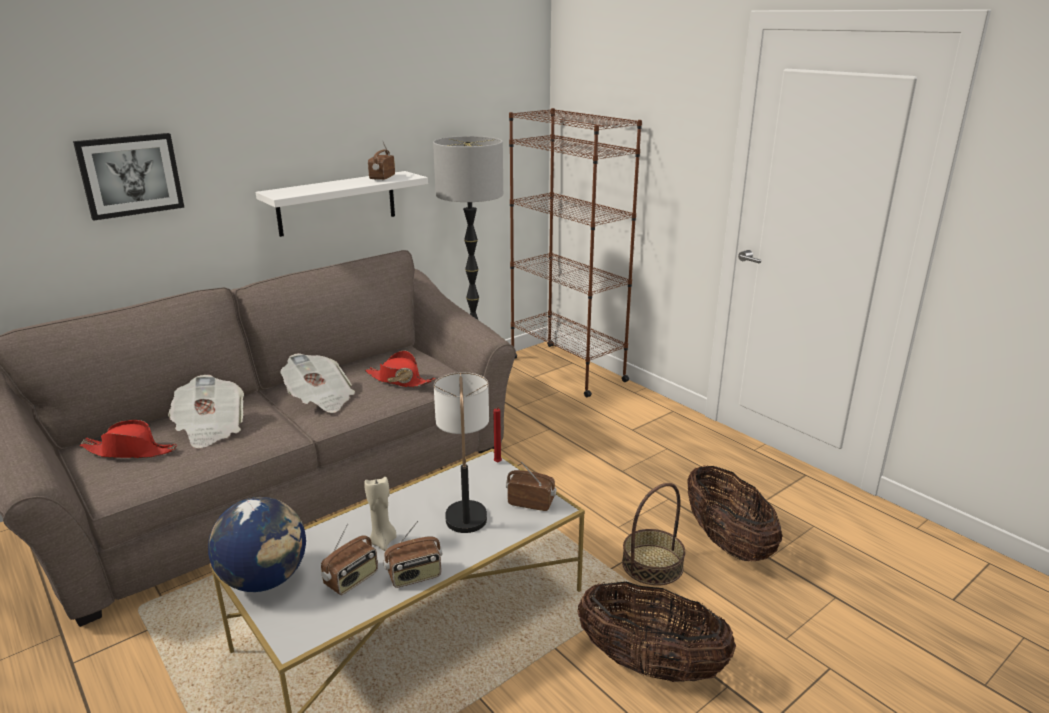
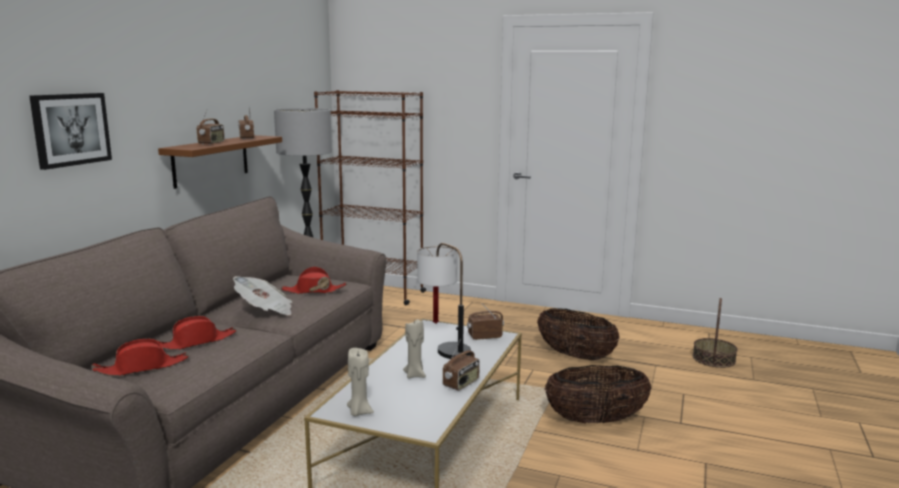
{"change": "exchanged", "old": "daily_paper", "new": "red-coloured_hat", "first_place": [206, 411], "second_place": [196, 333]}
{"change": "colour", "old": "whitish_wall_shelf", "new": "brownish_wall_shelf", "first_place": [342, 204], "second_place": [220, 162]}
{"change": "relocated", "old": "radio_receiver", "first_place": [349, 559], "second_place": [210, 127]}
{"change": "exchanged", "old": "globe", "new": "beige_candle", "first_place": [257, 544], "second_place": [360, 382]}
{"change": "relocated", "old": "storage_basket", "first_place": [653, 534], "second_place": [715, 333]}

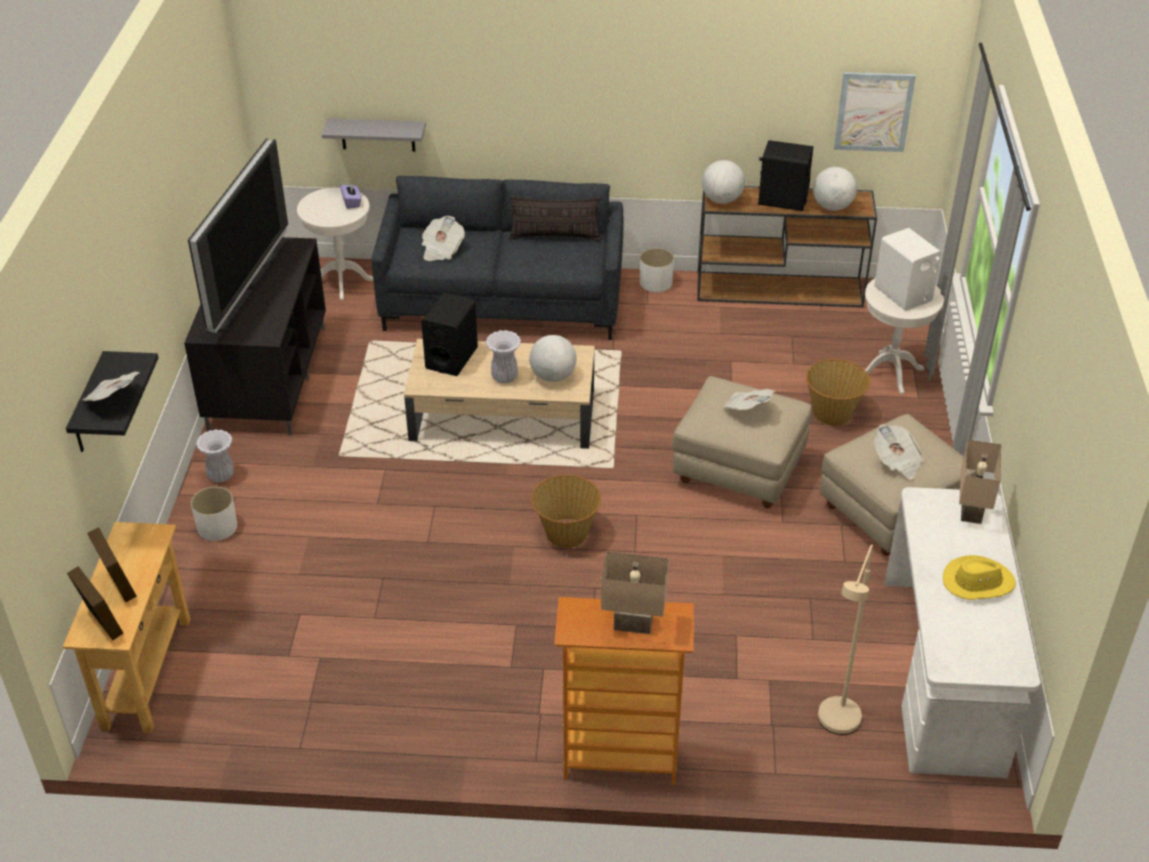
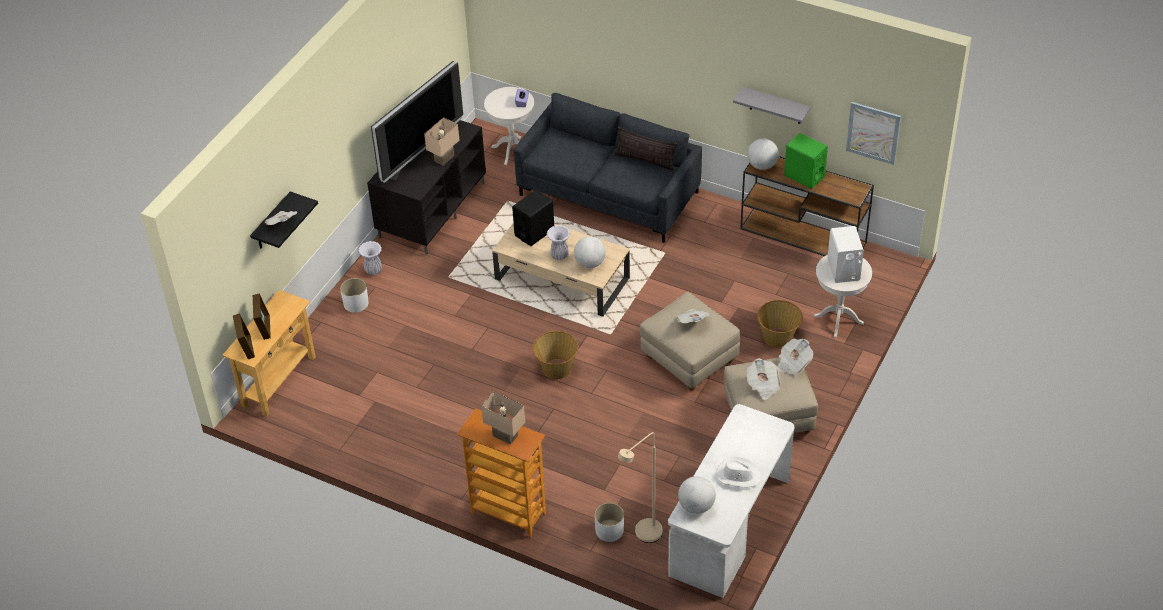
{"change": "relocated", "old": "beige_table_lamp", "first_place": [980, 482], "second_place": [441, 141]}
{"change": "relocated", "old": "whitish_flower_pot", "first_place": [657, 270], "second_place": [609, 522]}
{"change": "relocated", "old": "globe", "first_place": [835, 189], "second_place": [697, 495]}
{"change": "colour", "old": "yellow_hat", "new": "whitish_hat", "first_place": [979, 577], "second_place": [739, 472]}
{"change": "relocated", "old": "gray_wall_shelf", "first_place": [374, 135], "second_place": [772, 105]}
{"change": "relocated", "old": "daily_paper", "first_place": [443, 238], "second_place": [795, 357]}
{"change": "colour", "old": "blackish_speaker", "new": "green_speaker", "first_place": [785, 175], "second_place": [806, 161]}

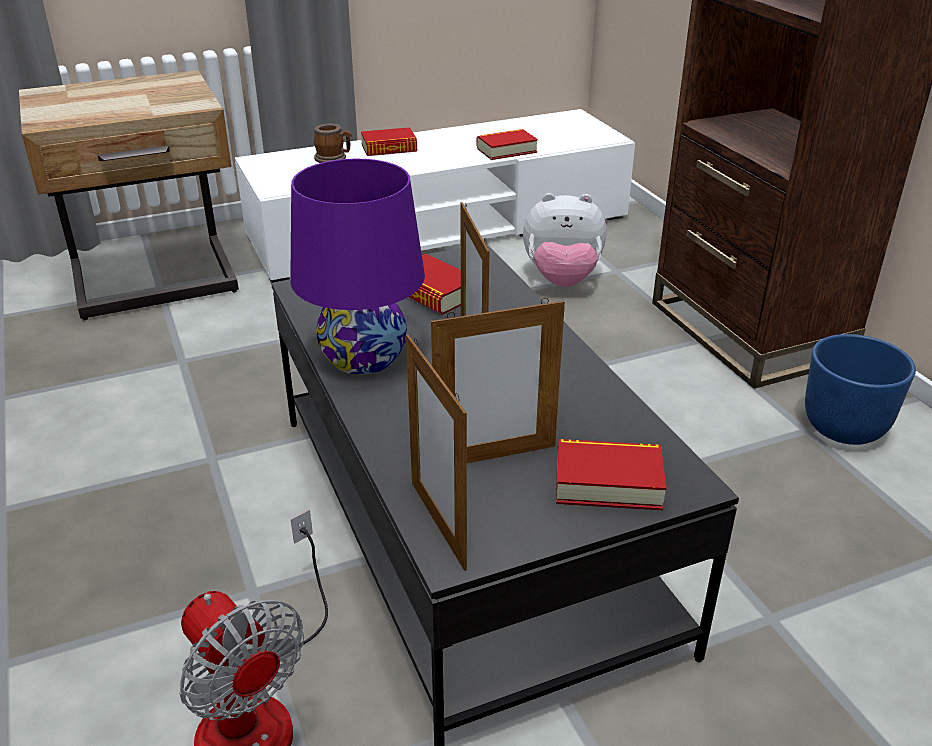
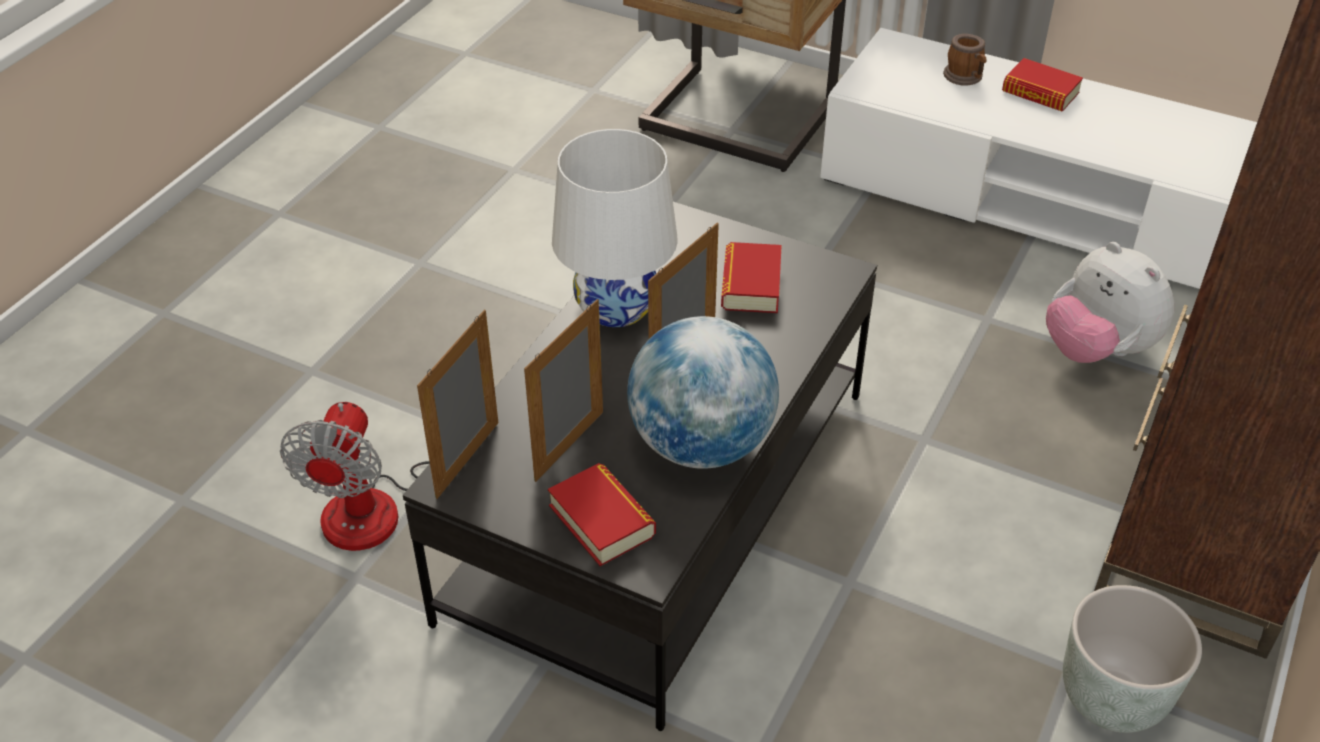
{"change": "spun", "old": "standing_frame", "first_place": [498, 380], "second_place": [563, 390], "degrees": 90}
{"change": "colour", "old": "purple-coloured_table_lamp", "new": "whitish_table_lamp", "first_place": [357, 267], "second_place": [615, 228]}
{"change": "appeared", "new": "globe", "second_place": [703, 392]}
{"change": "colour", "old": "blue_flower_pot", "new": "gray_flower_pot", "first_place": [860, 389], "second_place": [1132, 659]}
{"change": "missing", "old": "bound_book", "first_place": [507, 144]}

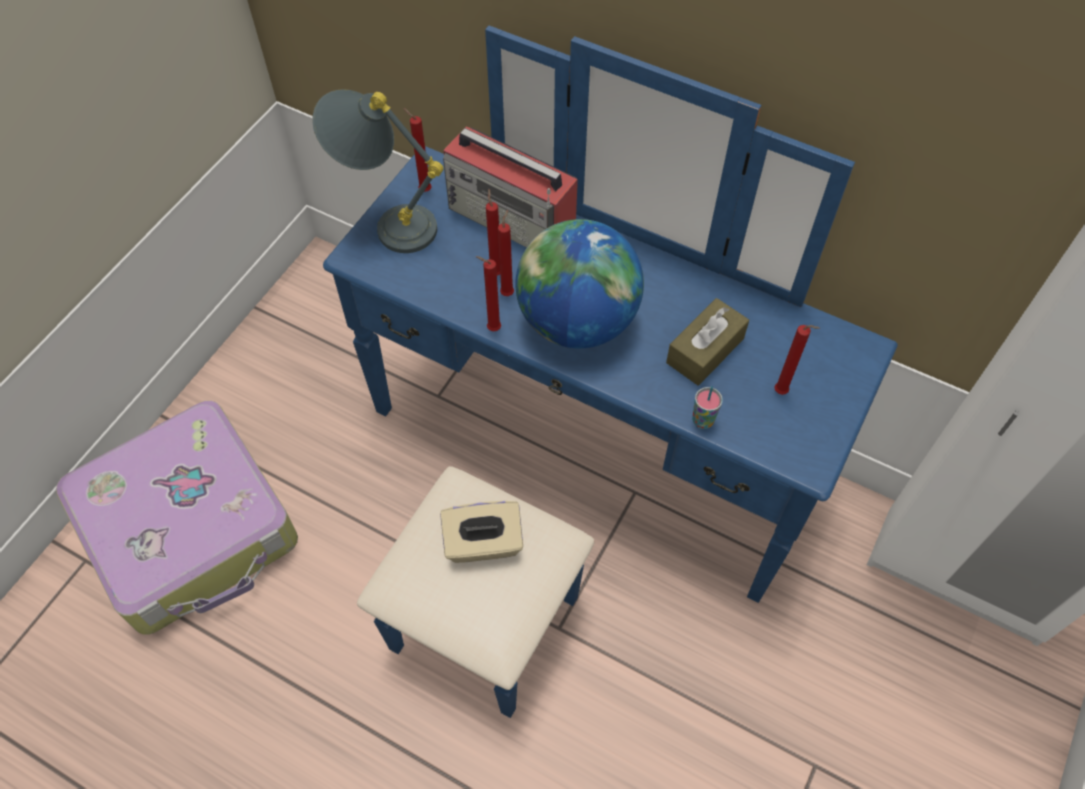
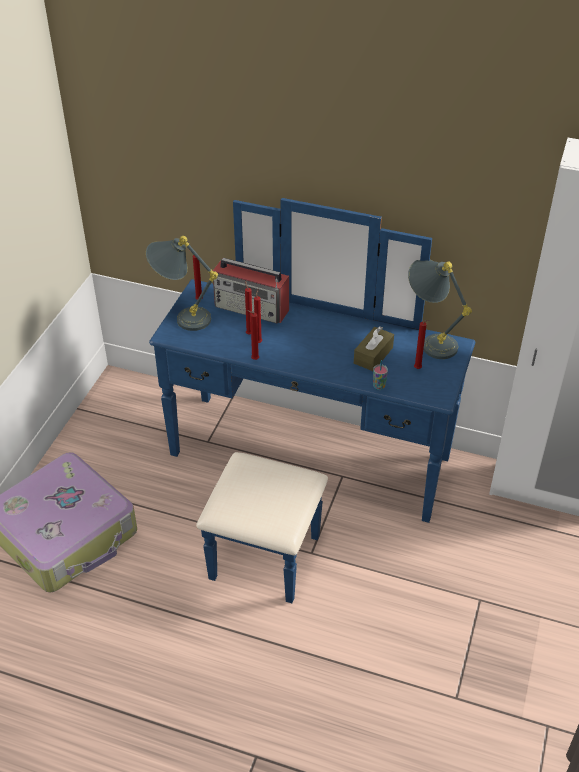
{"change": "appeared", "new": "gray_table_lamp", "second_place": [440, 309]}
{"change": "missing", "old": "beige_box_of_tissues", "first_place": [481, 532]}
{"change": "missing", "old": "globe", "first_place": [579, 284]}

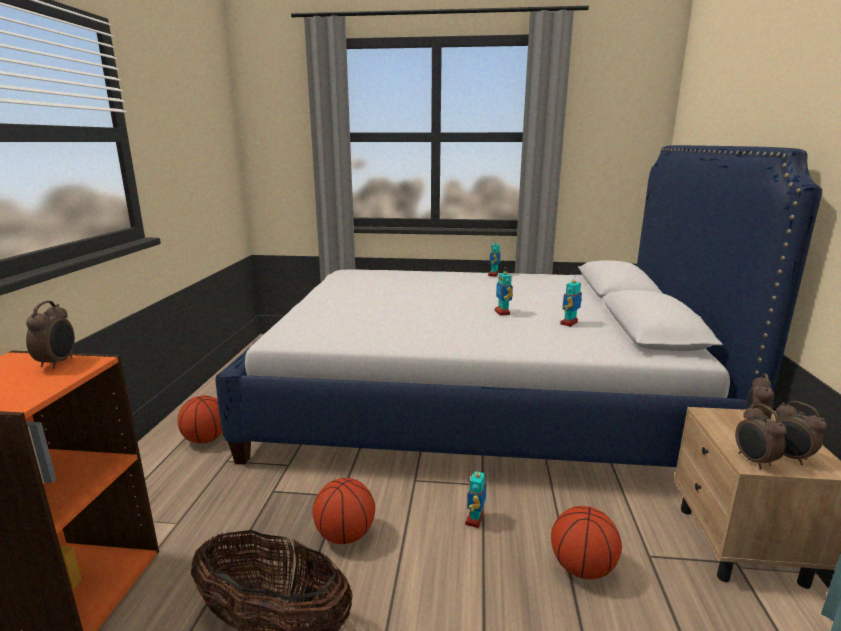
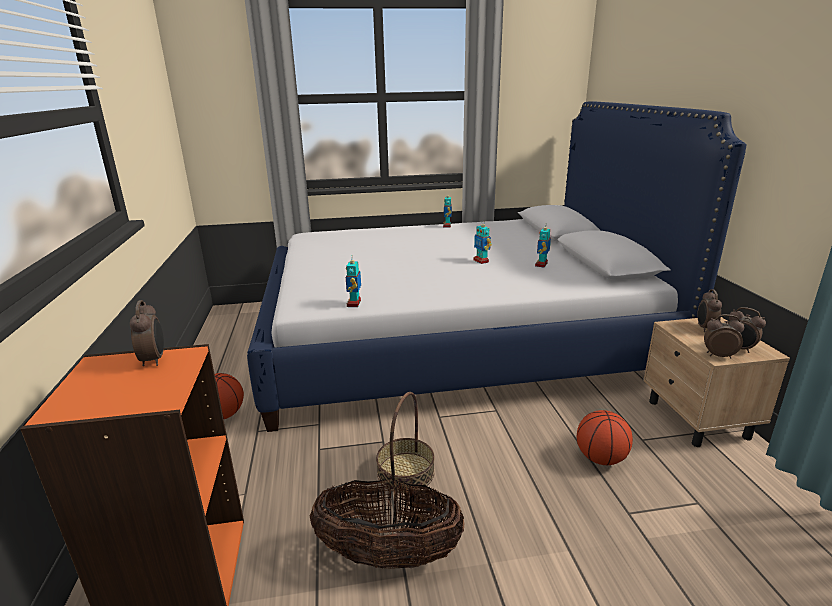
{"change": "relocated", "old": "robot_figure", "first_place": [475, 497], "second_place": [353, 281]}
{"change": "exchanged", "old": "ball_for_basketball", "new": "storage_basket", "first_place": [343, 511], "second_place": [405, 442]}
{"change": "spun", "old": "alarm_clock", "first_place": [761, 437], "second_place": [724, 336], "degrees": 135}

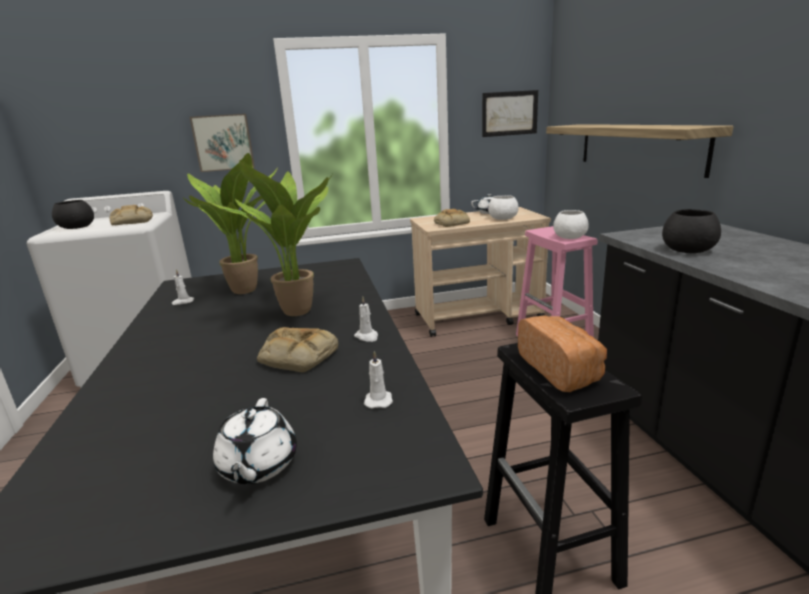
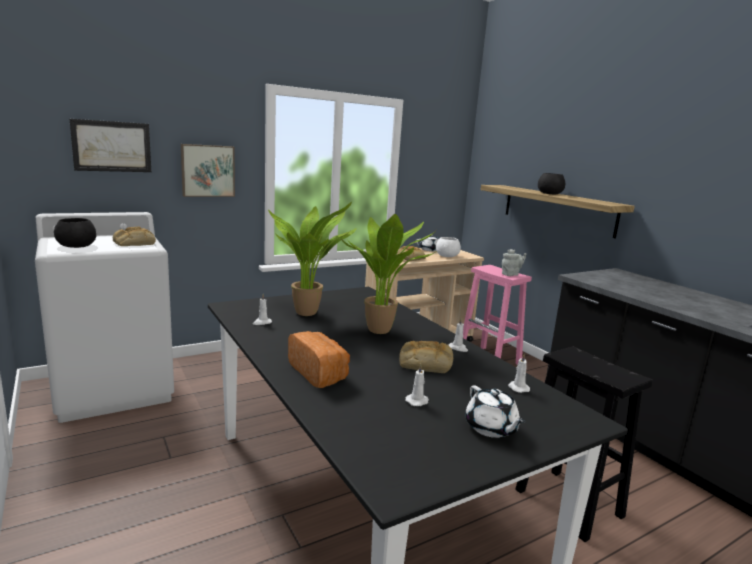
{"change": "relocated", "old": "picture", "first_place": [510, 113], "second_place": [110, 145]}
{"change": "relocated", "old": "baked_bread", "first_place": [562, 353], "second_place": [319, 359]}
{"change": "appeared", "new": "whitish_candle", "second_place": [417, 385]}
{"change": "exchanged", "old": "whitish_serving_bowl", "new": "gray_pot_for_tea", "first_place": [571, 224], "second_place": [514, 262]}
{"change": "relocated", "old": "blackish_serving_bowl", "first_place": [691, 231], "second_place": [551, 183]}

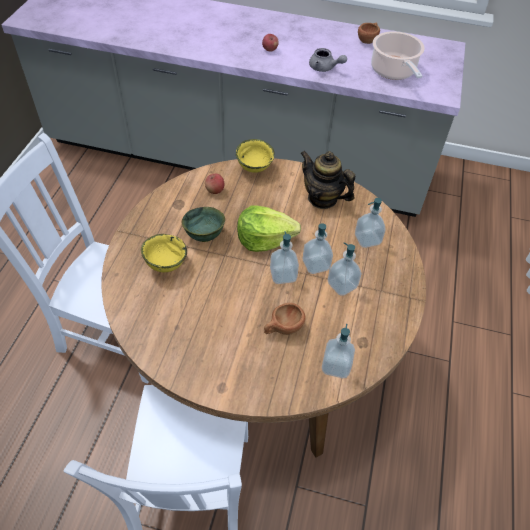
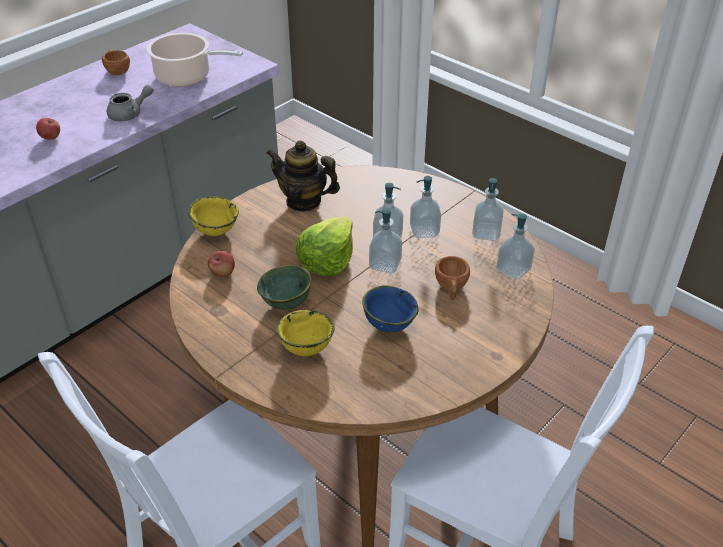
{"change": "spun", "old": "pot_for_tea", "first_place": [327, 179], "second_place": [303, 176], "degrees": 45}
{"change": "appeared", "new": "blue_serving_bowl", "second_place": [390, 309]}
{"change": "relocated", "old": "liquid_soap_bottle", "first_place": [370, 223], "second_place": [488, 209]}

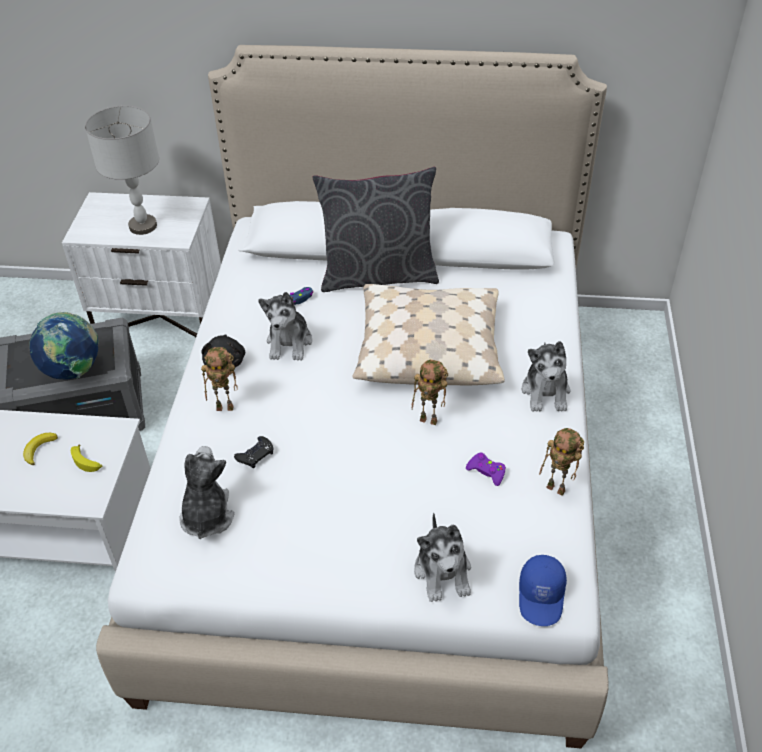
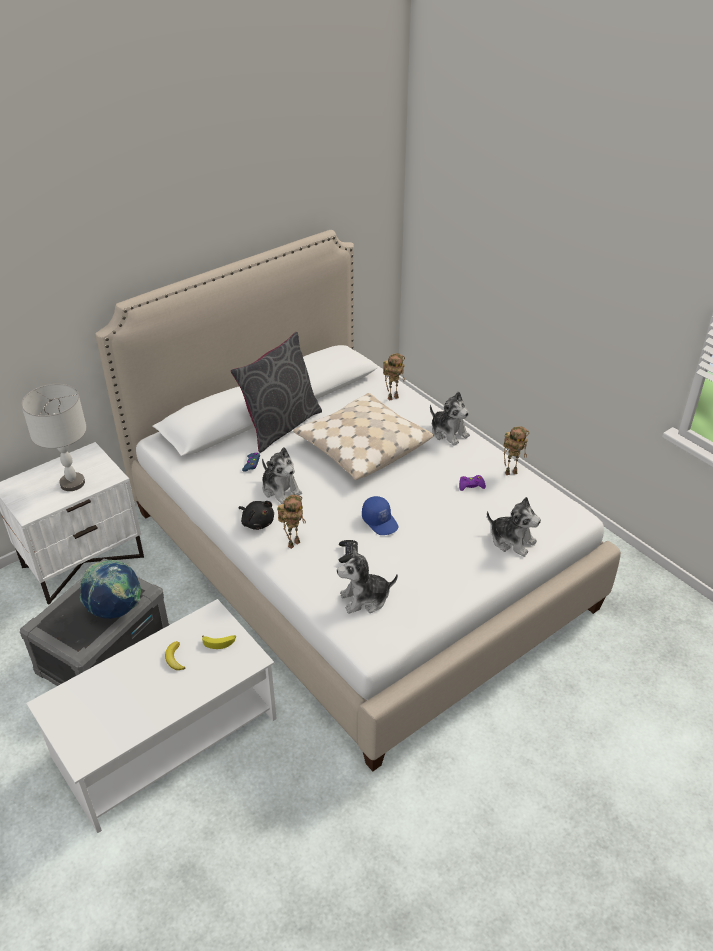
{"change": "spun", "old": "plush_toy", "first_place": [206, 492], "second_place": [367, 580], "degrees": -60}
{"change": "relocated", "old": "blue_peaked_cap", "first_place": [543, 590], "second_place": [380, 515]}
{"change": "relocated", "old": "robot_figure", "first_place": [430, 392], "second_place": [394, 377]}

